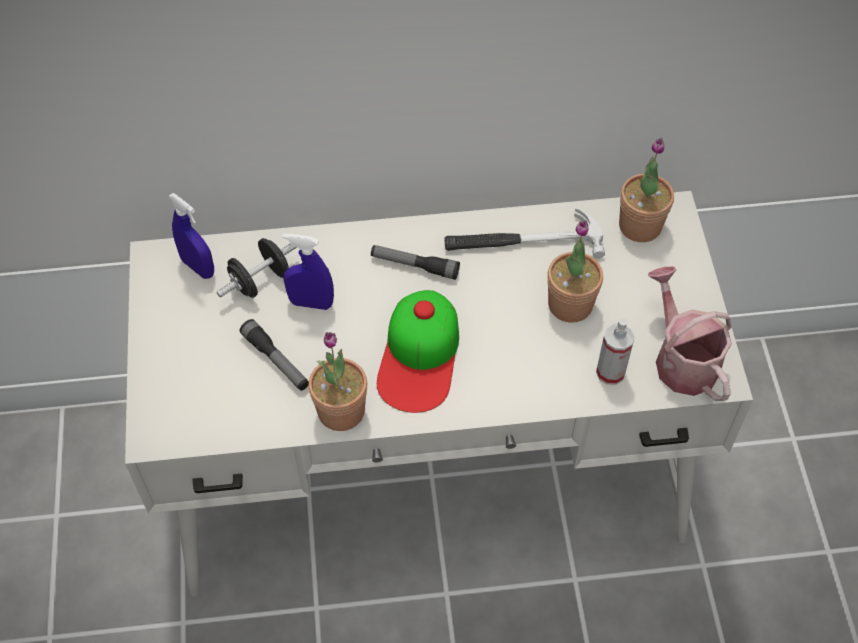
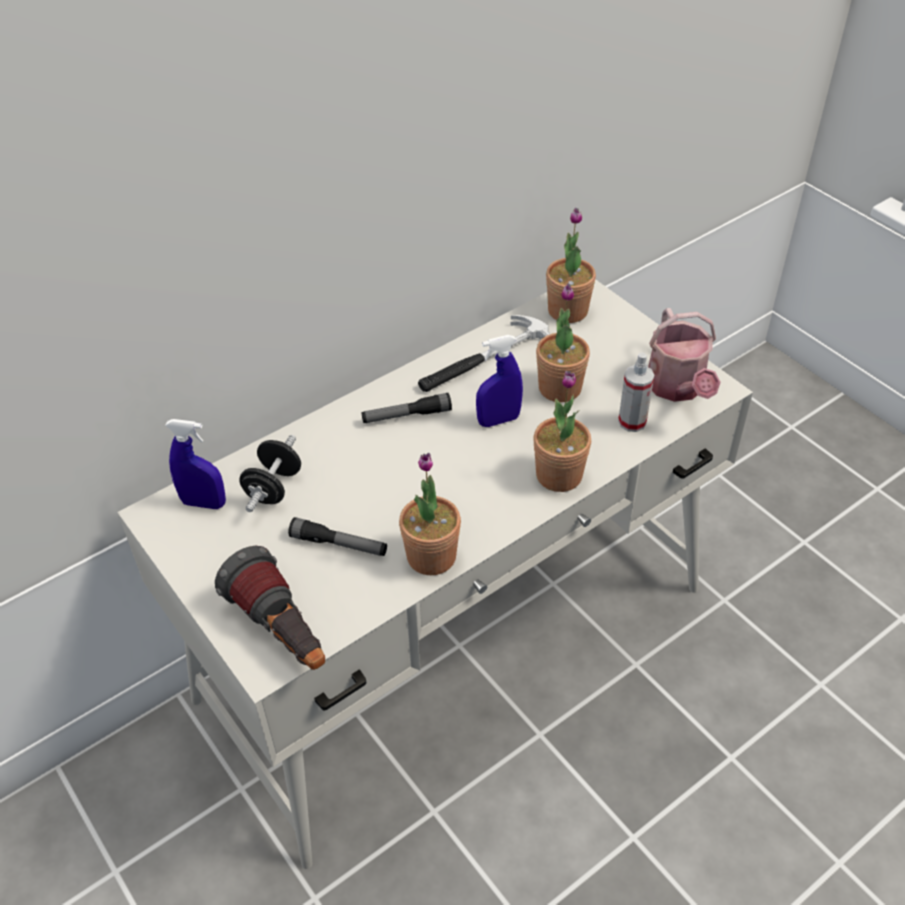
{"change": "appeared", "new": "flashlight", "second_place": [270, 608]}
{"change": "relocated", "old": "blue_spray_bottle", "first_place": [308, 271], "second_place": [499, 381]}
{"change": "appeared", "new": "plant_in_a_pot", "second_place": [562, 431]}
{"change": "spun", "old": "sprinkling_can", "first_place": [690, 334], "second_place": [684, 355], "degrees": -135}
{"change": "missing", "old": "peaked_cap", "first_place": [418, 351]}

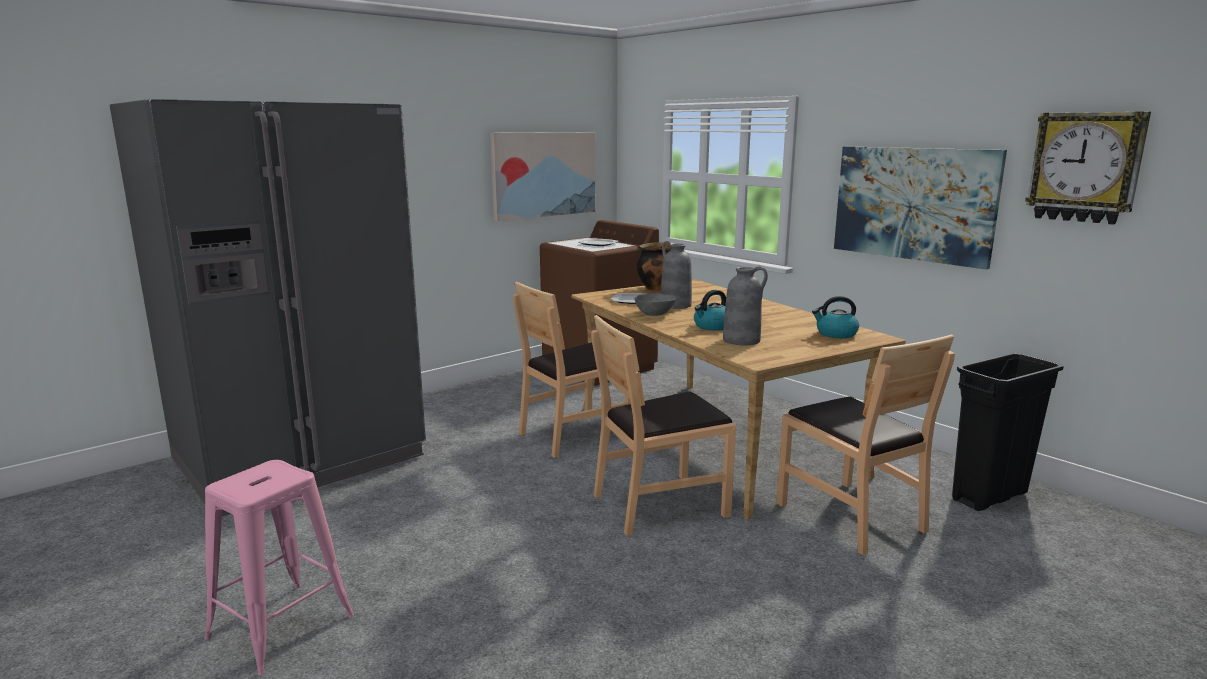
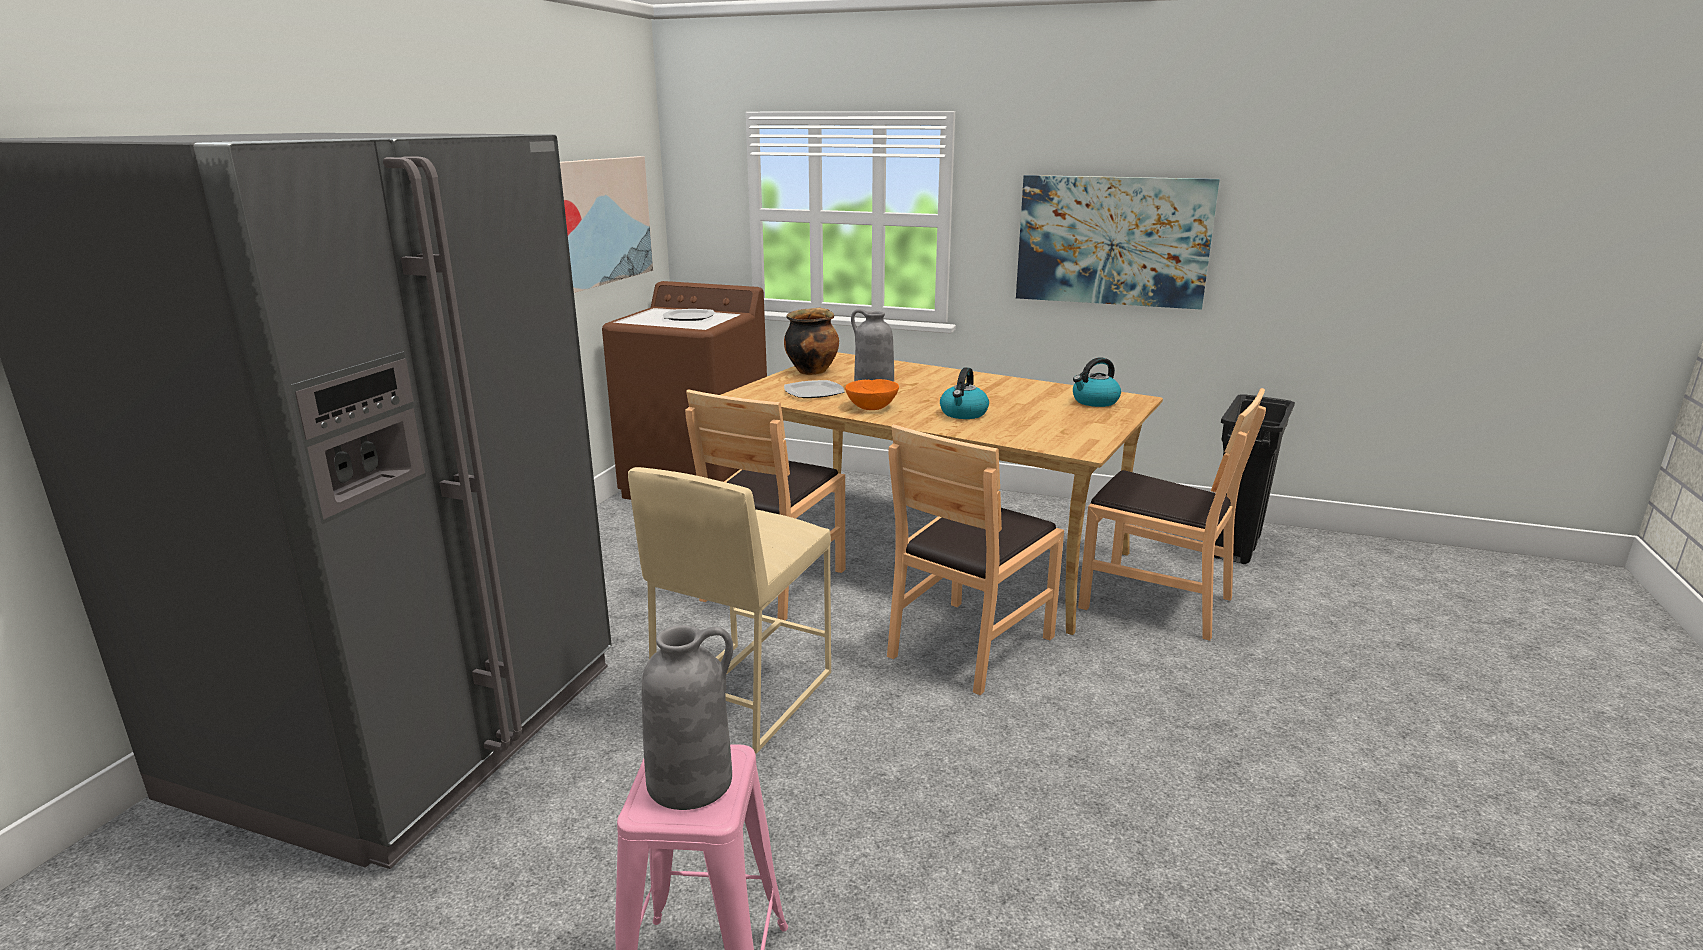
{"change": "appeared", "new": "beige_stool", "second_place": [729, 610]}
{"change": "relocated", "old": "gray_vase", "first_place": [745, 305], "second_place": [687, 717]}
{"change": "colour", "old": "gray_serving_bowl", "new": "orange_serving_bowl", "first_place": [655, 304], "second_place": [872, 394]}
{"change": "missing", "old": "clock_on_the_wall", "first_place": [1088, 168]}

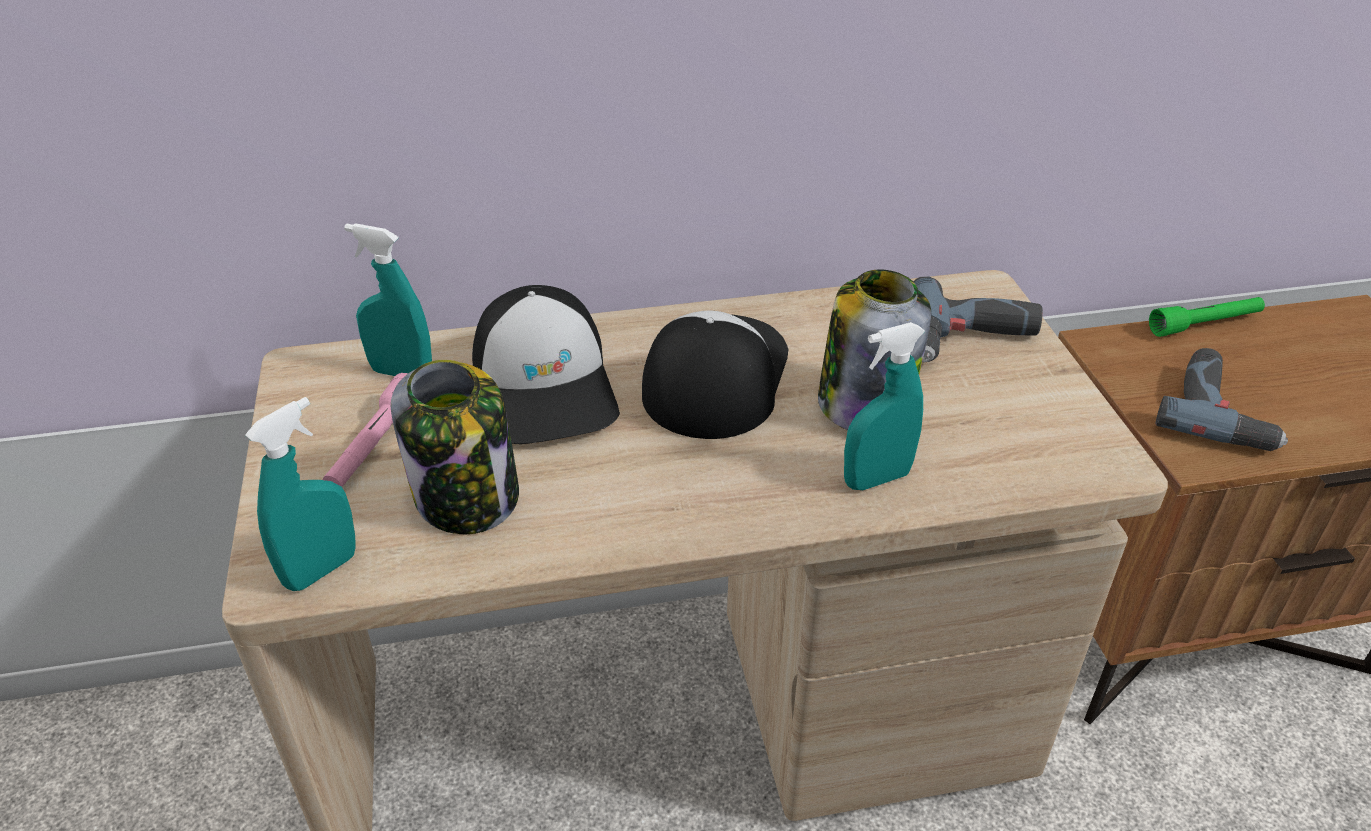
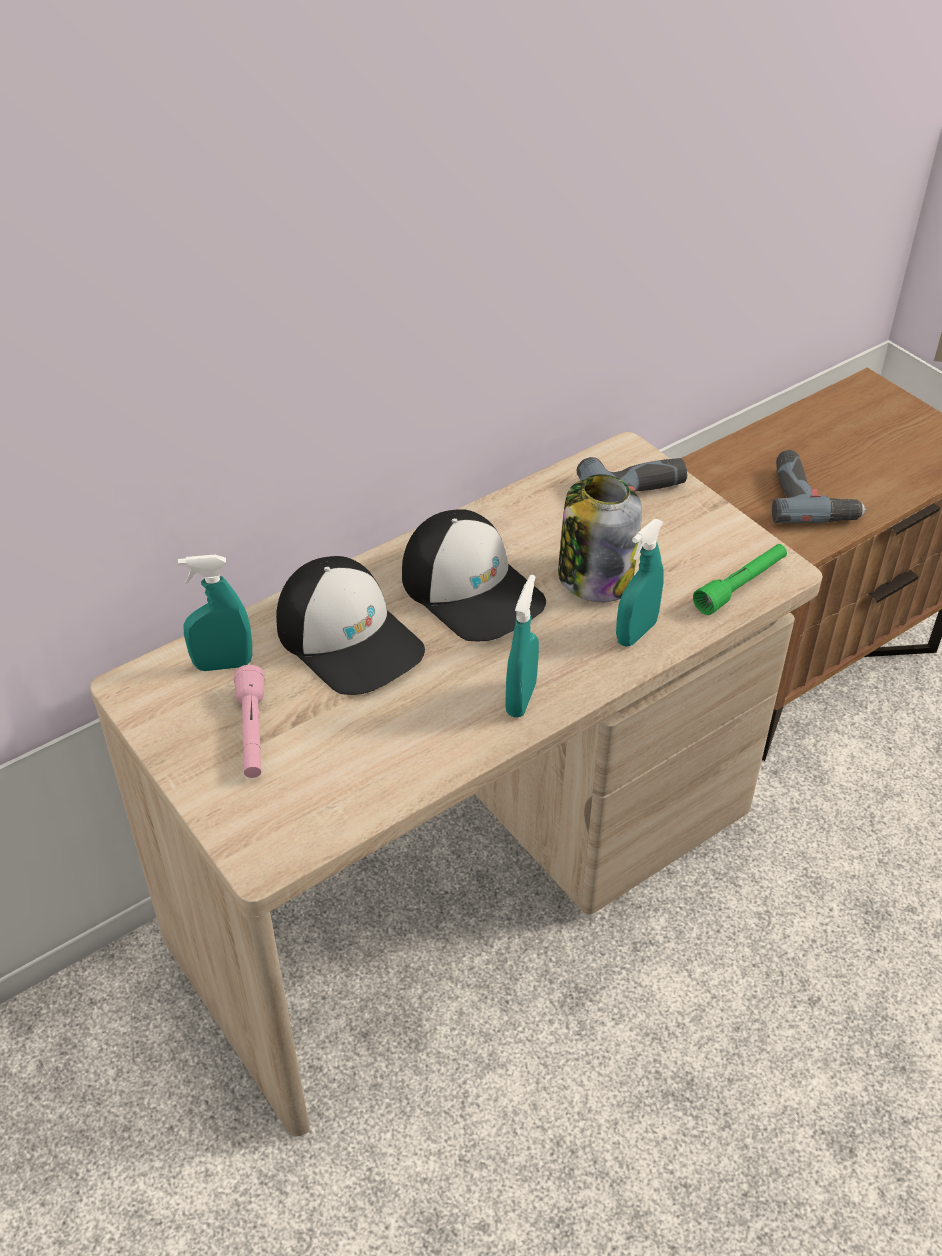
{"change": "spun", "old": "peaked_cap", "first_place": [715, 375], "second_place": [474, 575], "degrees": 150}
{"change": "relocated", "old": "turquoise-coloured_spray_bottle", "first_place": [300, 494], "second_place": [522, 646]}
{"change": "relocated", "old": "green_flashlight", "first_place": [1207, 317], "second_place": [740, 579]}
{"change": "missing", "old": "preserve_jar", "first_place": [455, 447]}

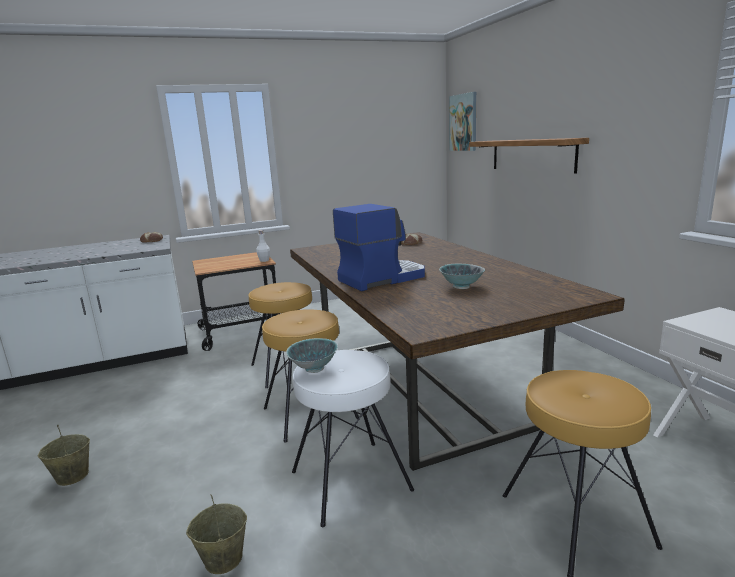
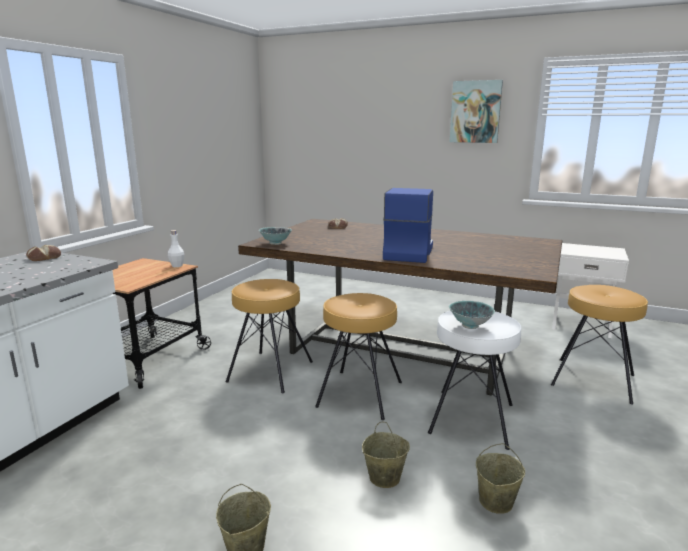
{"change": "relocated", "old": "serving_bowl", "first_place": [462, 276], "second_place": [275, 236]}
{"change": "appeared", "new": "beige_bucket", "second_place": [386, 455]}
{"change": "relocated", "old": "picture", "first_place": [462, 121], "second_place": [476, 111]}
{"change": "missing", "old": "wall_shelf", "first_place": [529, 155]}

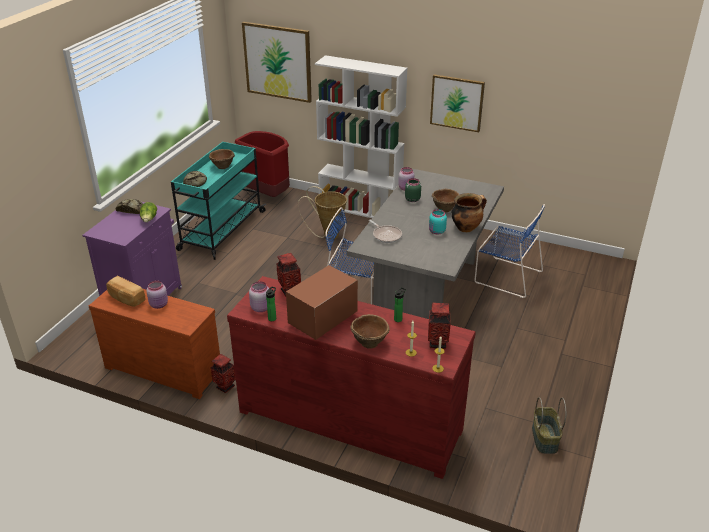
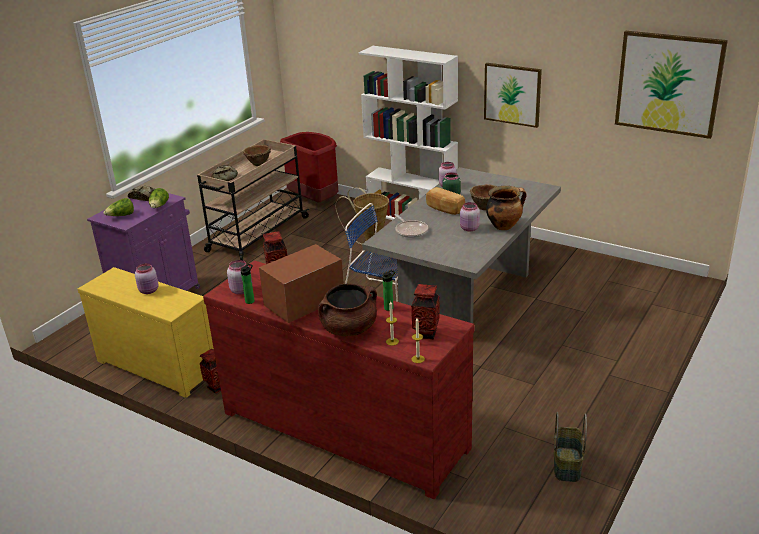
{"change": "colour", "old": "brownish_drawer_chest", "new": "yellow_drawer_chest", "first_place": [154, 344], "second_place": [146, 332]}
{"change": "appeared", "new": "lettuce", "second_place": [119, 207]}
{"change": "colour", "old": "turquoise-coloured_cart", "new": "beige_cart", "first_place": [218, 201], "second_place": [253, 199]}
{"change": "exchanged", "old": "brownish_serving_bowl", "new": "brownish_saucepot", "first_place": [370, 331], "second_place": [347, 310]}
{"change": "relocated", "old": "baked_bread", "first_place": [125, 291], "second_place": [445, 201]}
{"change": "colour", "old": "turquoise-coloured_preserve_jar", "new": "pink-coloured_preserve_jar", "first_place": [438, 222], "second_place": [470, 216]}
{"change": "relocated", "old": "picture", "first_place": [277, 62], "second_place": [671, 85]}
{"change": "missing", "old": "blue_upright_chair", "first_place": [510, 251]}

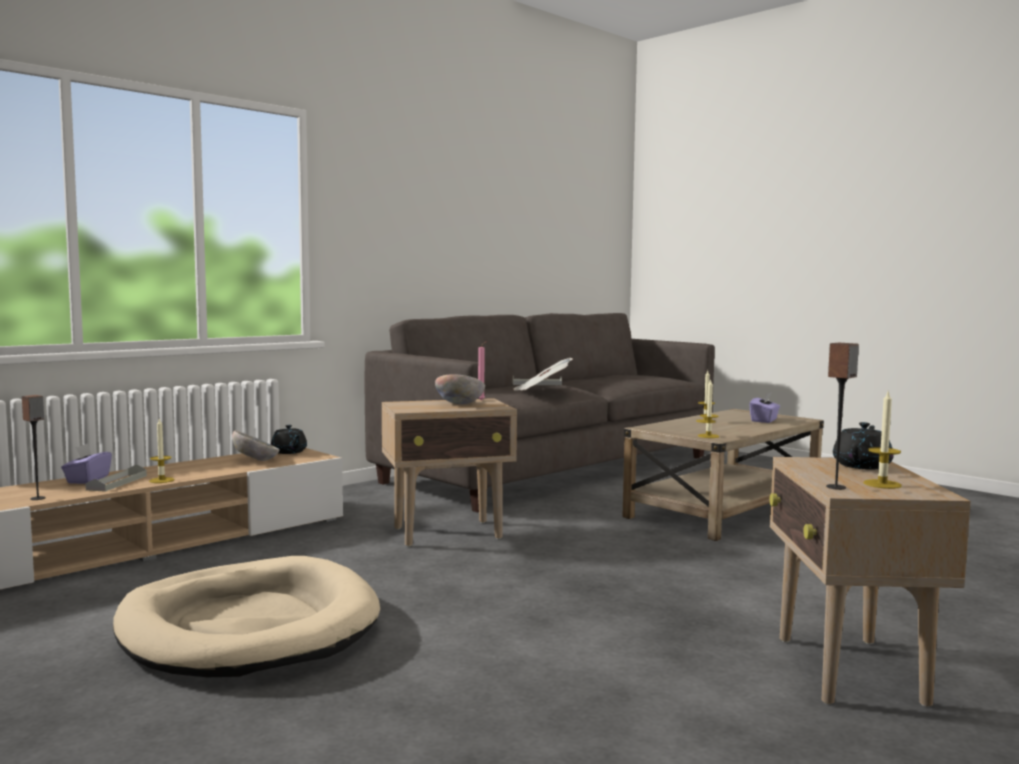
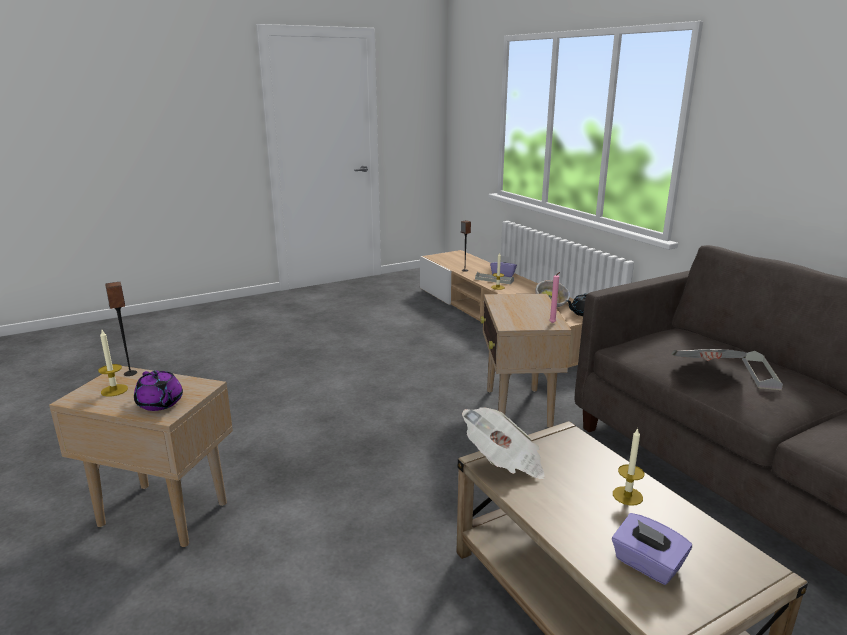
{"change": "colour", "old": "blackish_pot_for_tea", "new": "purple-coloured_pot_for_tea", "first_place": [863, 446], "second_place": [158, 390]}
{"change": "exchanged", "old": "candle", "new": "daily_paper", "first_place": [708, 408], "second_place": [503, 443]}
{"change": "missing", "old": "beige_dog_cushion", "first_place": [246, 616]}
{"change": "missing", "old": "serving_bowl", "first_place": [460, 389]}

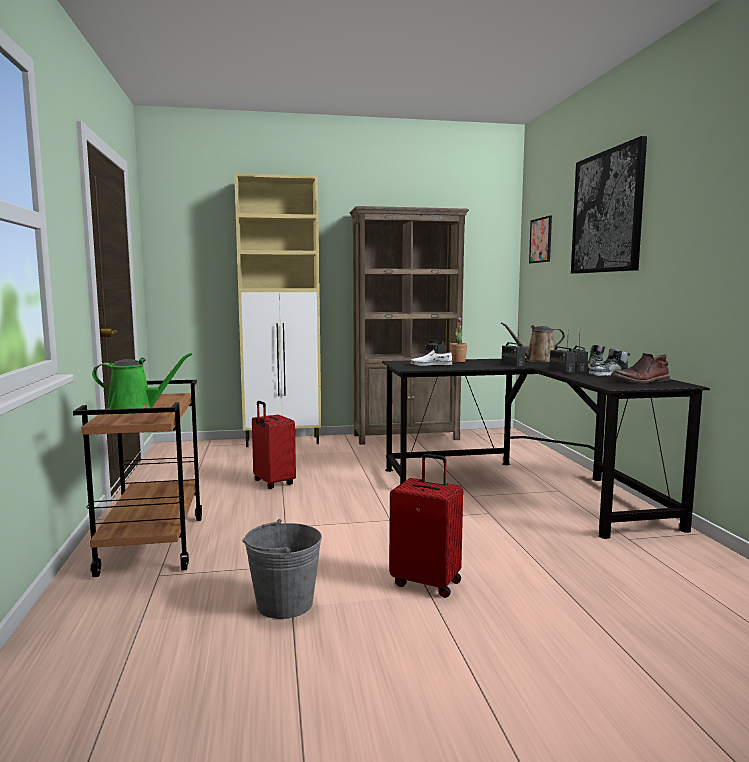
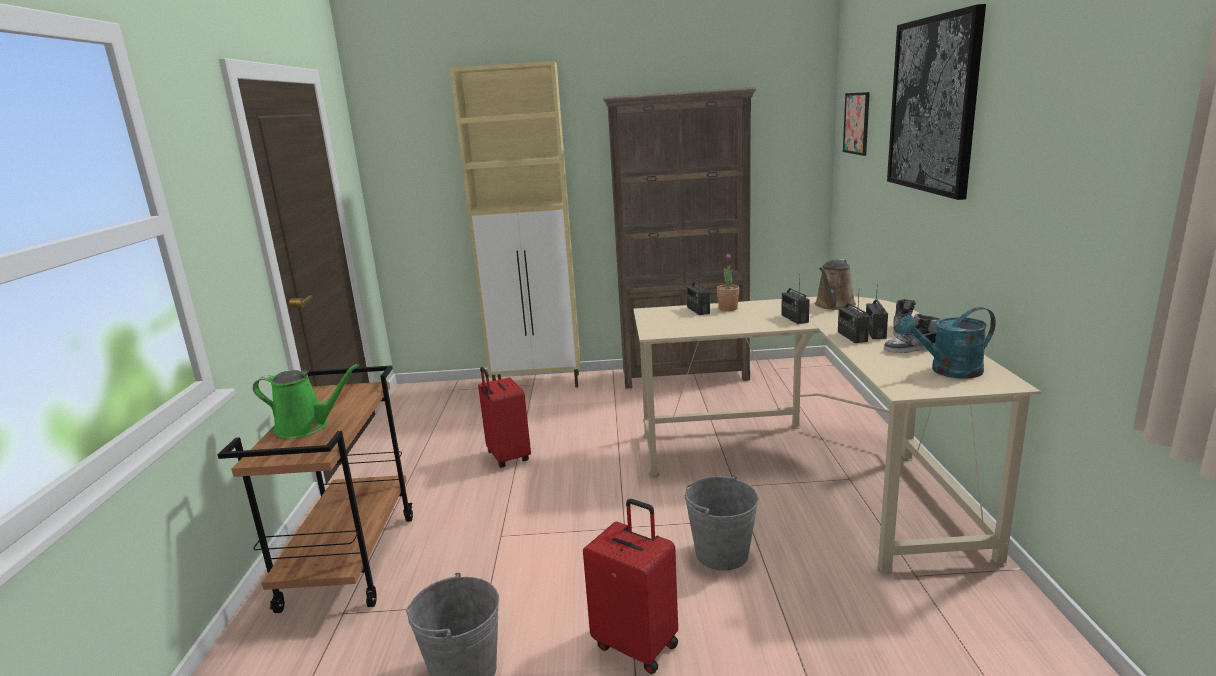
{"change": "colour", "old": "blackish_desk", "new": "beige_desk", "first_place": [546, 448], "second_place": [837, 435]}
{"change": "appeared", "new": "gray_bucket", "second_place": [722, 523]}
{"change": "spun", "old": "brownish_sprinkling_can", "first_place": [533, 342], "second_place": [835, 284], "degrees": -60}
{"change": "exchanged", "old": "brownish_high-top_boot", "new": "turquoise-coloured_sprinkling_can", "first_place": [640, 368], "second_place": [946, 343]}
{"change": "missing", "old": "whitish_shoe", "first_place": [431, 358]}

